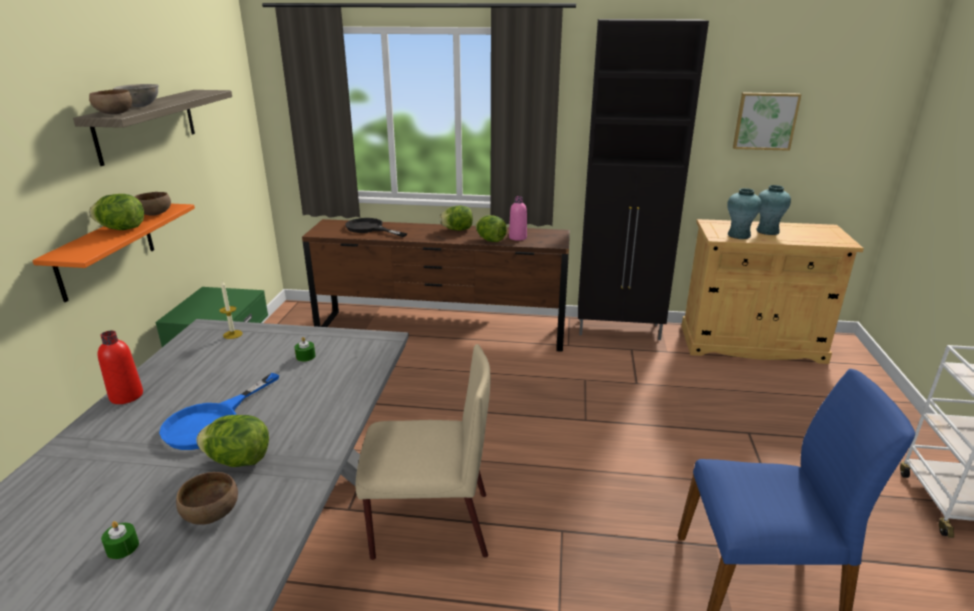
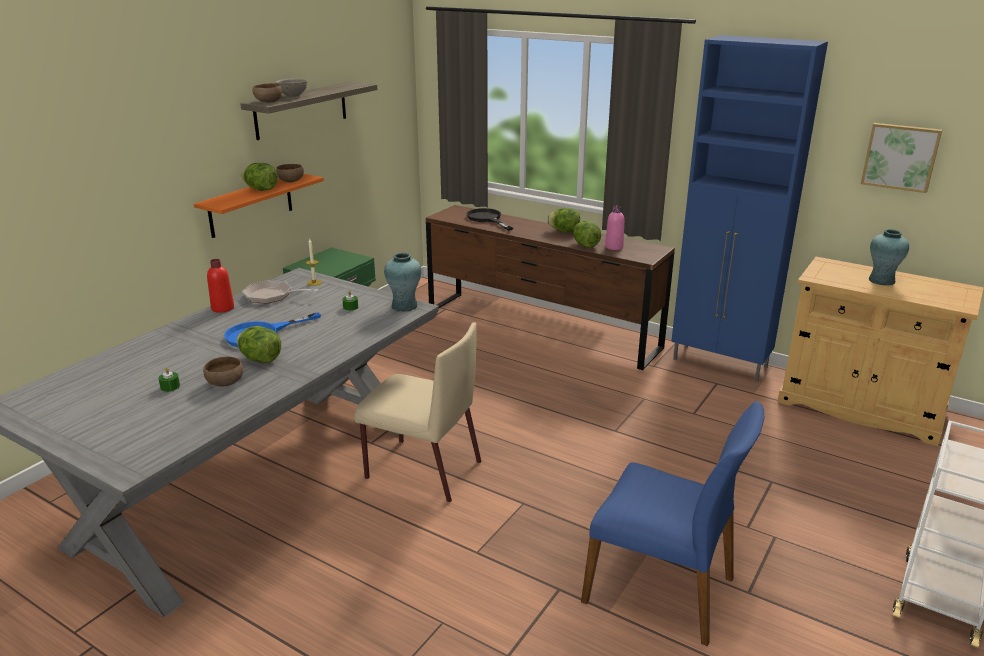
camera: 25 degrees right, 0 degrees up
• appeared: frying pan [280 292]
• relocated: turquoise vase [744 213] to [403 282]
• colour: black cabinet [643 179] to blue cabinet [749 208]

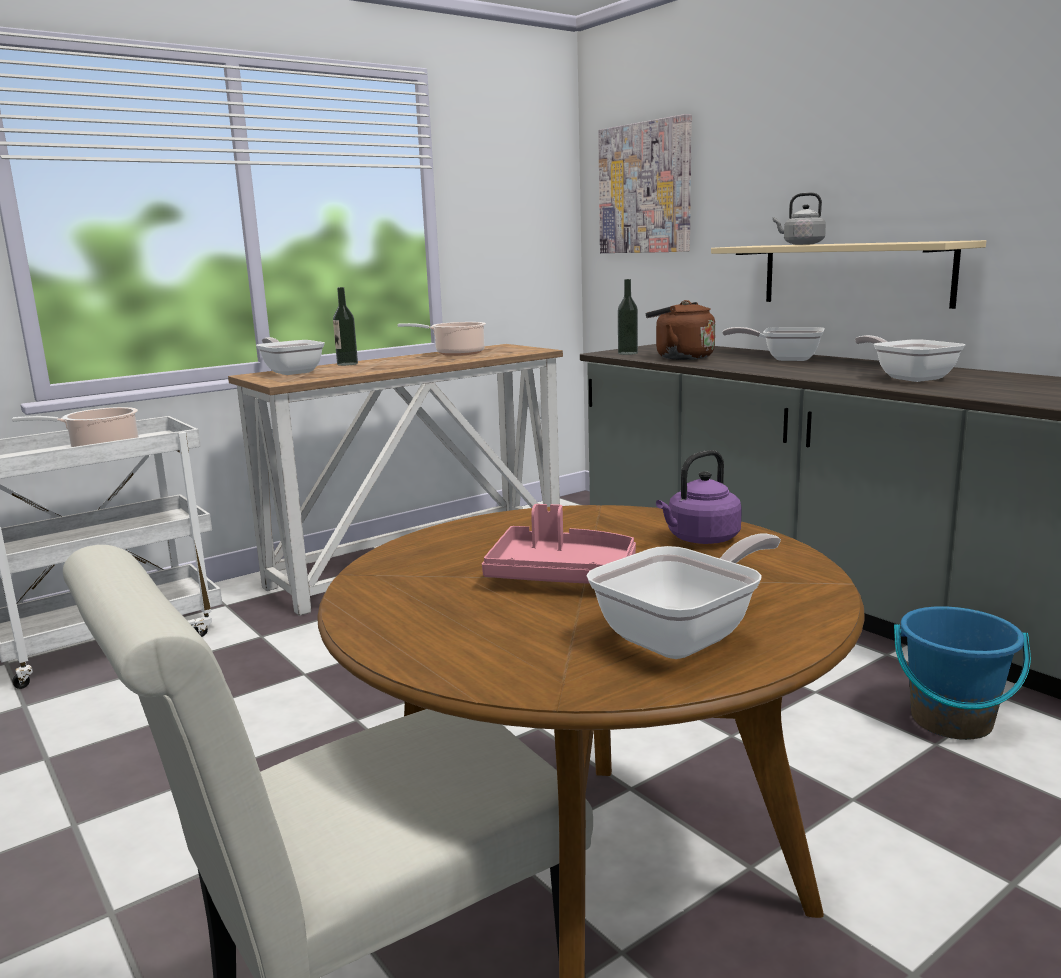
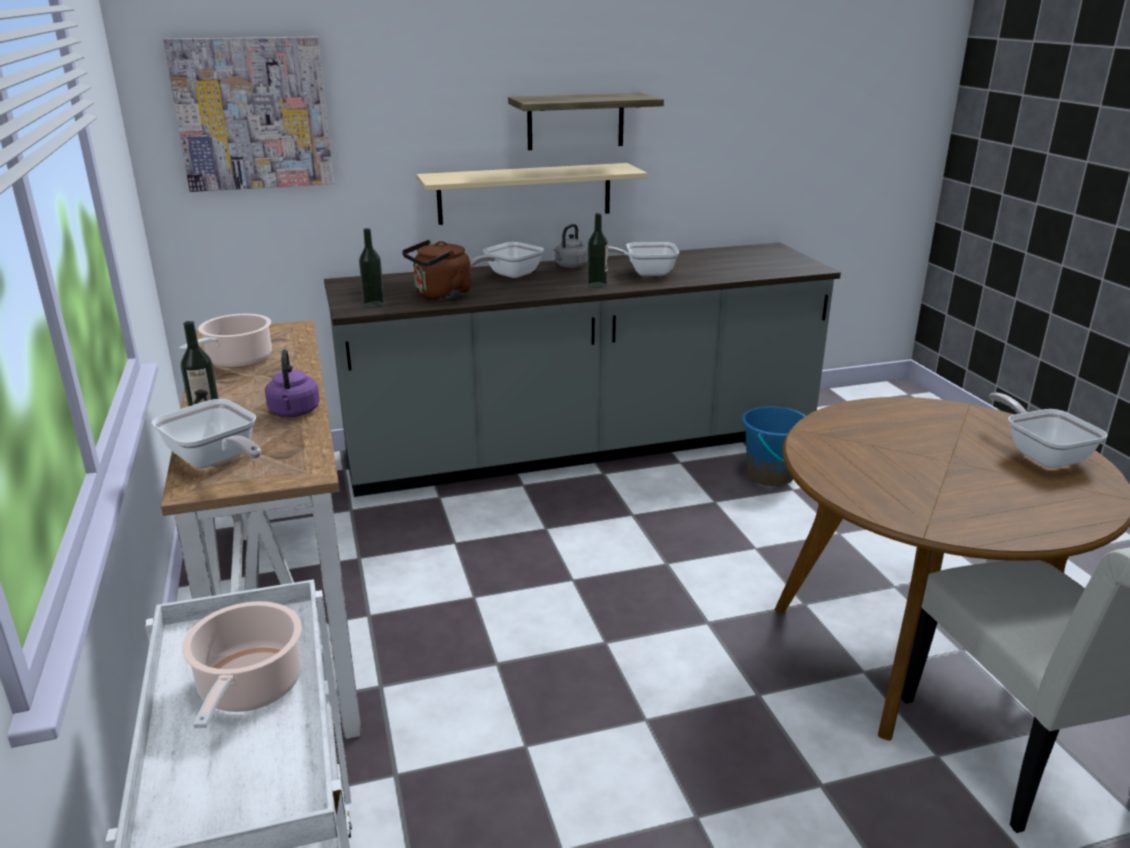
camera: 70 degrees left, 10 degrees up
• spun: frying pan [290 356] = [206 433] 120 degrees counterclockwise
• relocated: purple kettle [699 497] to [292 383]
• appeared: shelf [586 121]
• relocated: grey kettle [799 218] to [570 246]
• appeared: bottle [597 250]
• missing: pink tray [559 544]

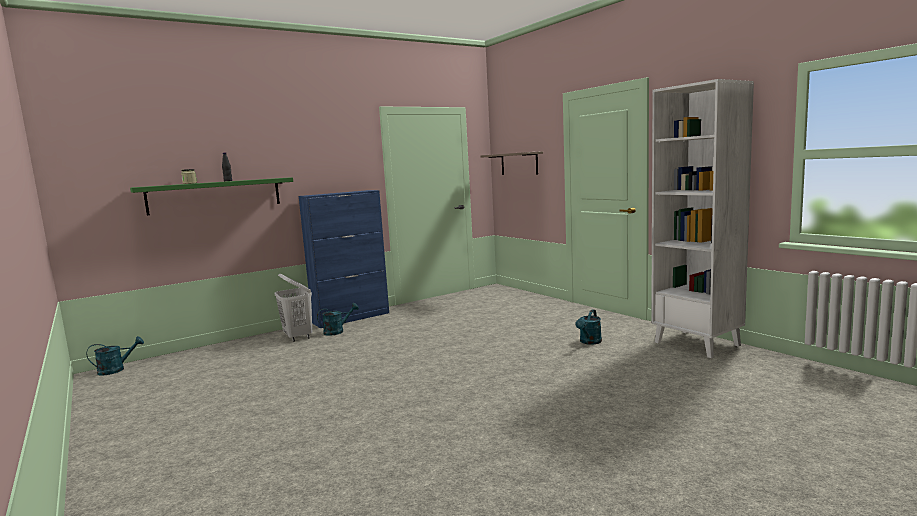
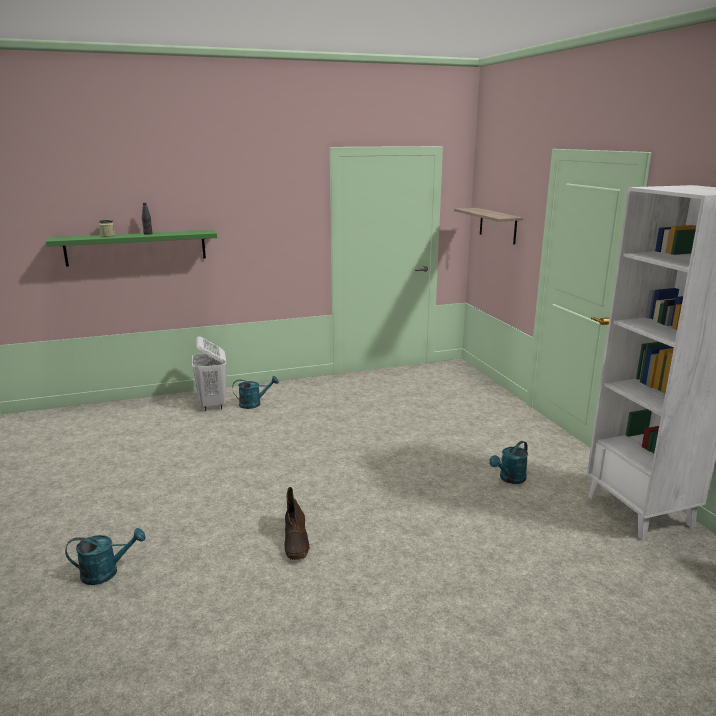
camera: 15 degrees right, 10 degrees up
• relocated: turquoise watering can [115 356] to [105 556]
• appeared: brown boot [297 523]
• missing: blue cabinet [344 259]

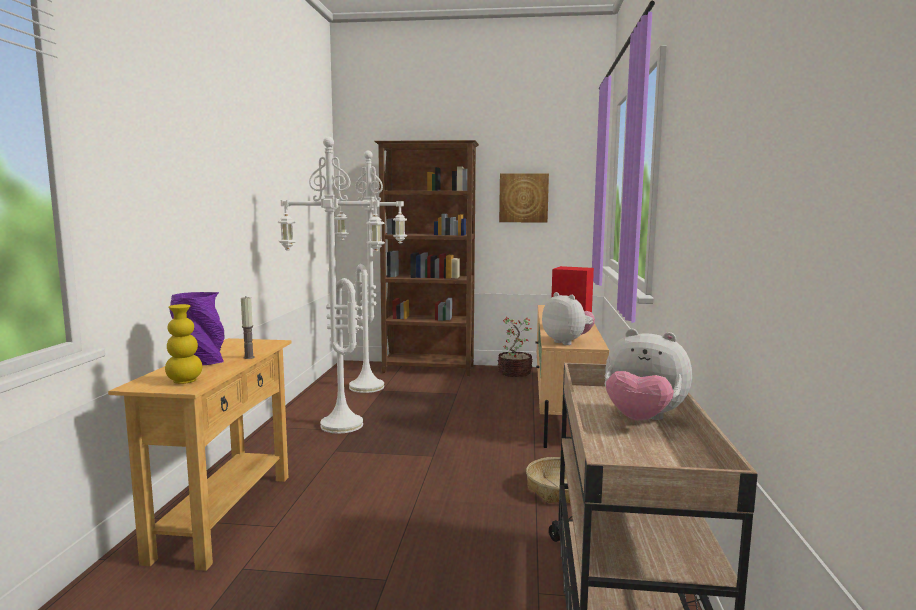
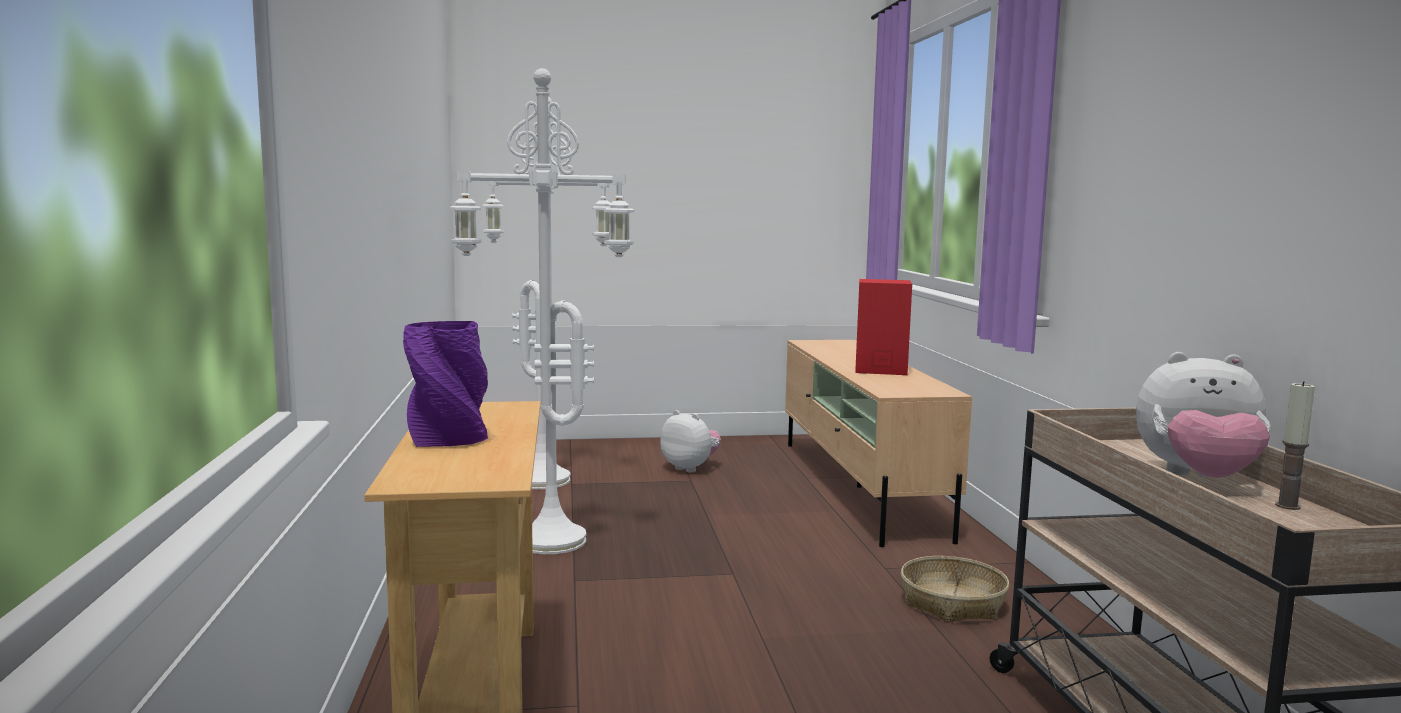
camera: 15 degrees left, 0 degrees up
• relocated: plush toy [568 318] to [690 441]
• relocated: candle [248 328] to [1295 445]
• missing: yellow vase [183 344]
• missing: brown bookcase [426 258]
• missing: potted plant [515 347]
• missing: picture [524 198]

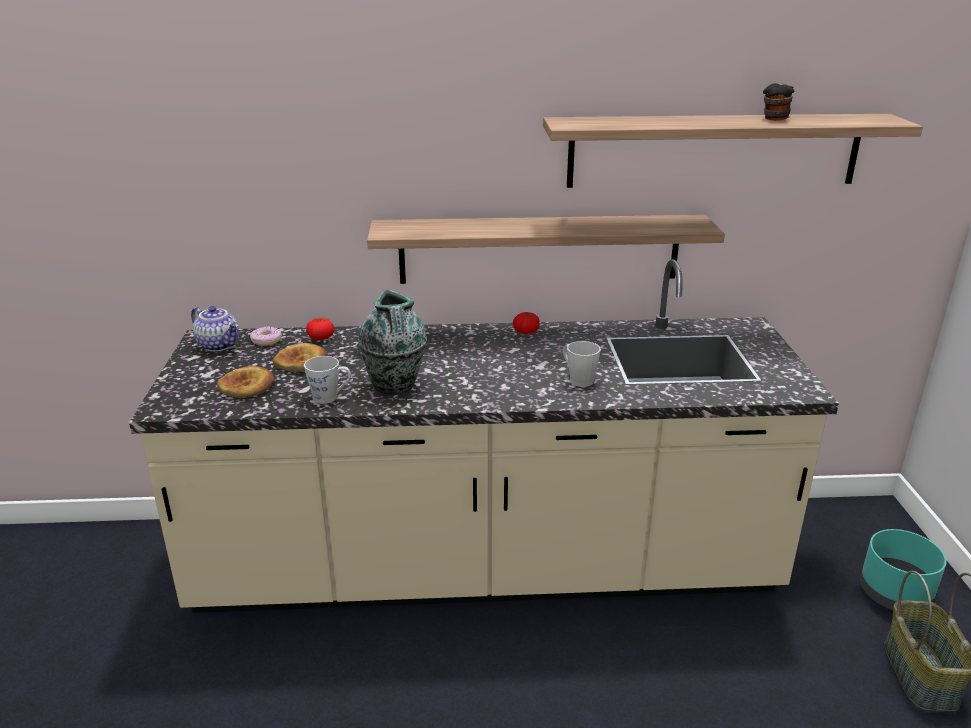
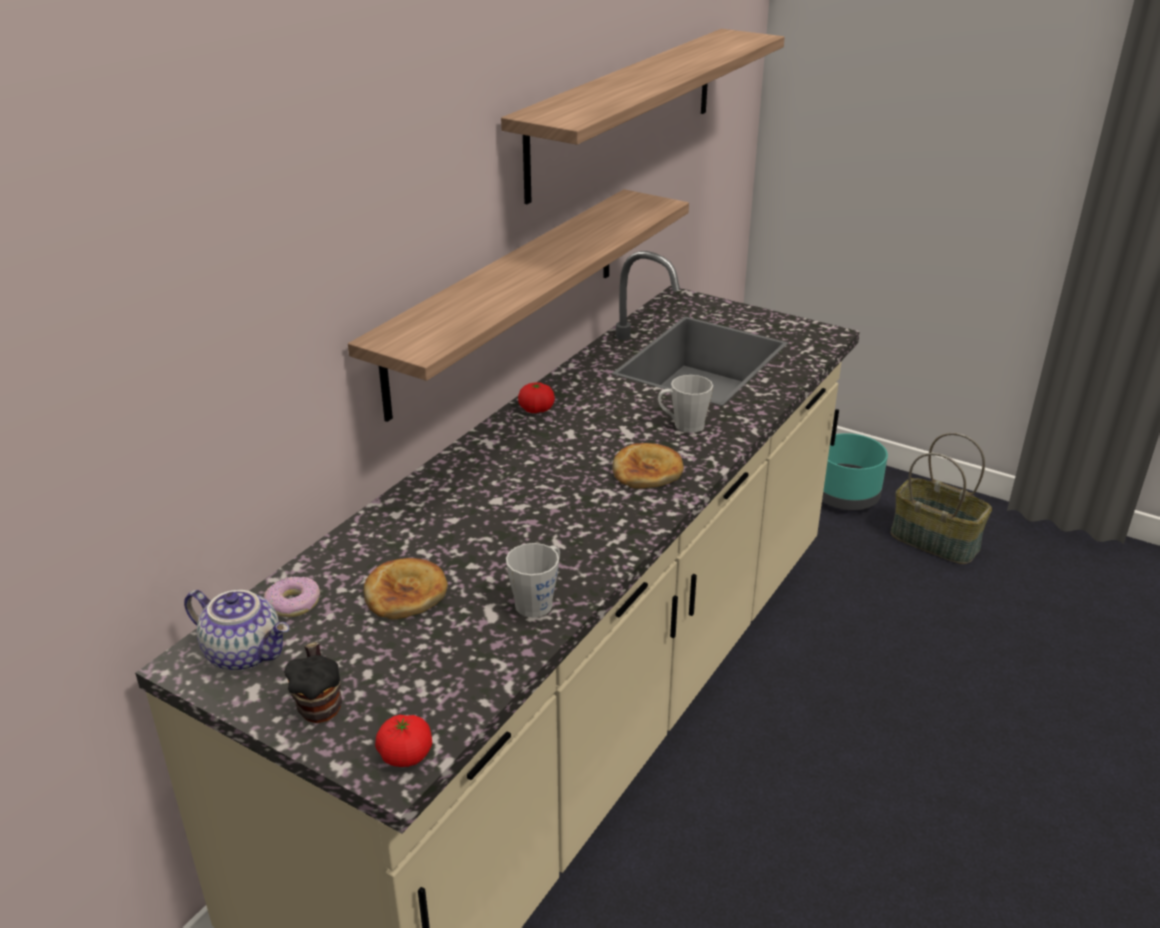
camera: 55 degrees left, 5 degrees up
• spun: teapot [215 329] = [236 630] 45 degrees clockwise
• relocated: mug [779 101] to [313 682]
• relocated: tomato [320 329] to [403 741]
• relocated: bread [245 382] to [648 466]
• missing: vase [392 341]

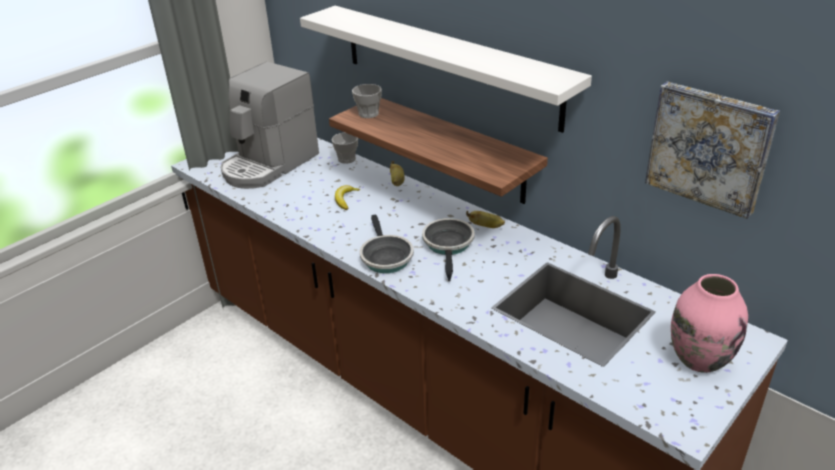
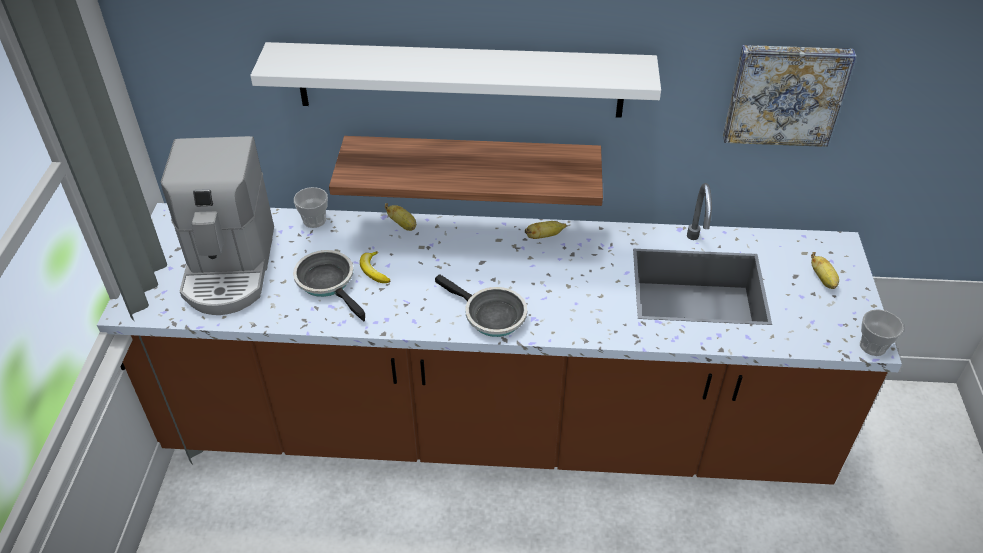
camera: 40 degrees left, 10 degrees up
• relocated: frying pan [448 249] to [329 286]
• exchanged: pink vase [709 323] to banana [825 270]
• relocated: cup [367 101] to [882 332]

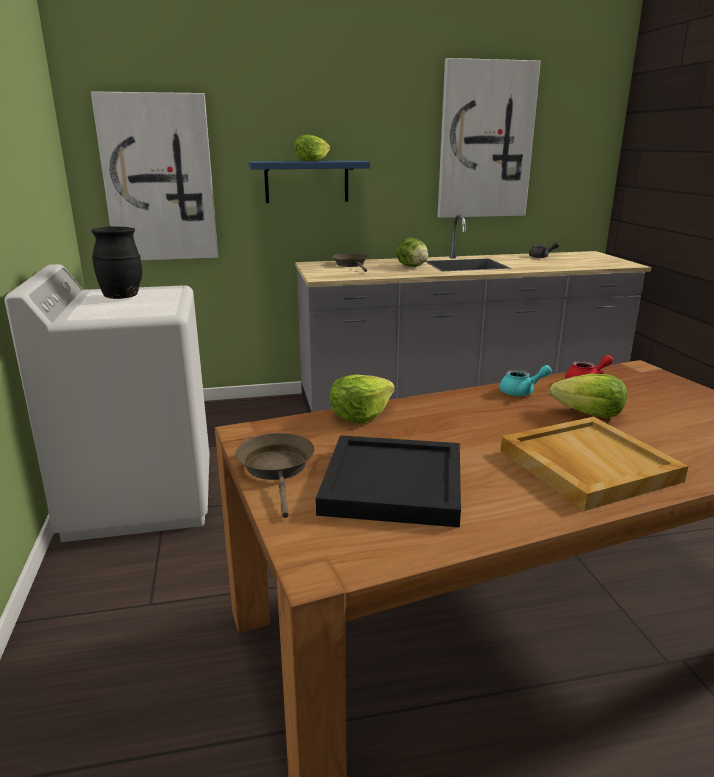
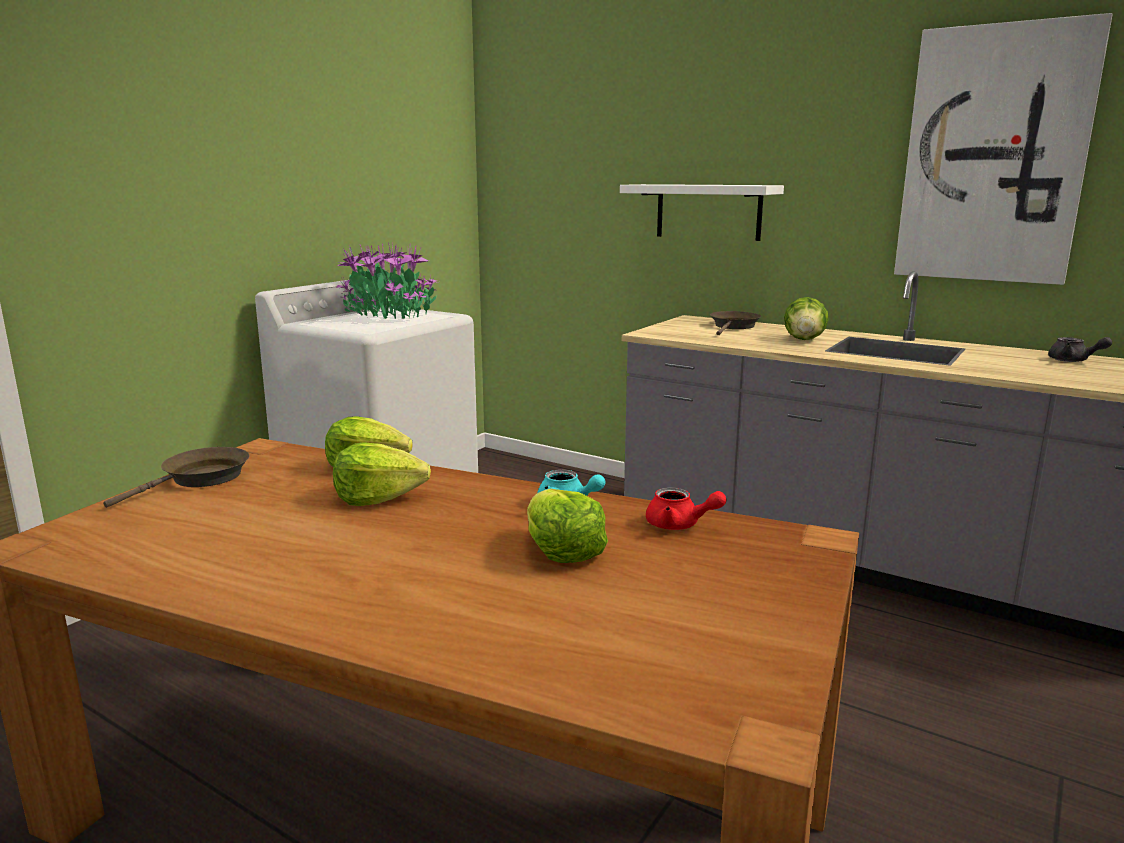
camera: 45 degrees right, 5 degrees down
• relocated: lettuce [312 148] to [382 474]
• exchanged: black vase [116 262] to potted plant [386 281]
• colour: blue shelf [309 182] to white shelf [702 212]
• missing: picture [154 175]
• missing: black tray [388 481]
• missing: beige tray [594 464]

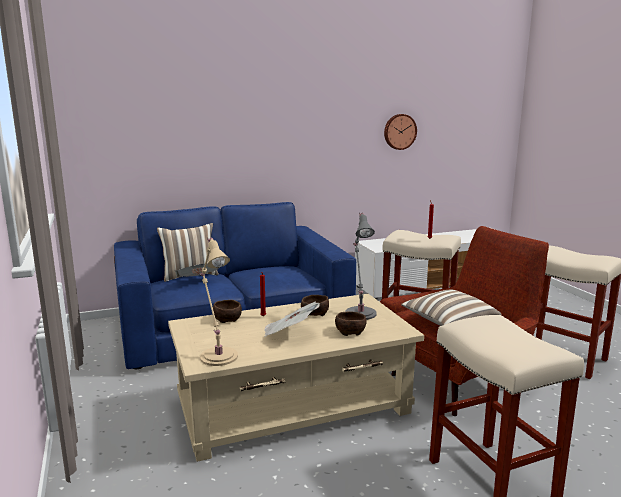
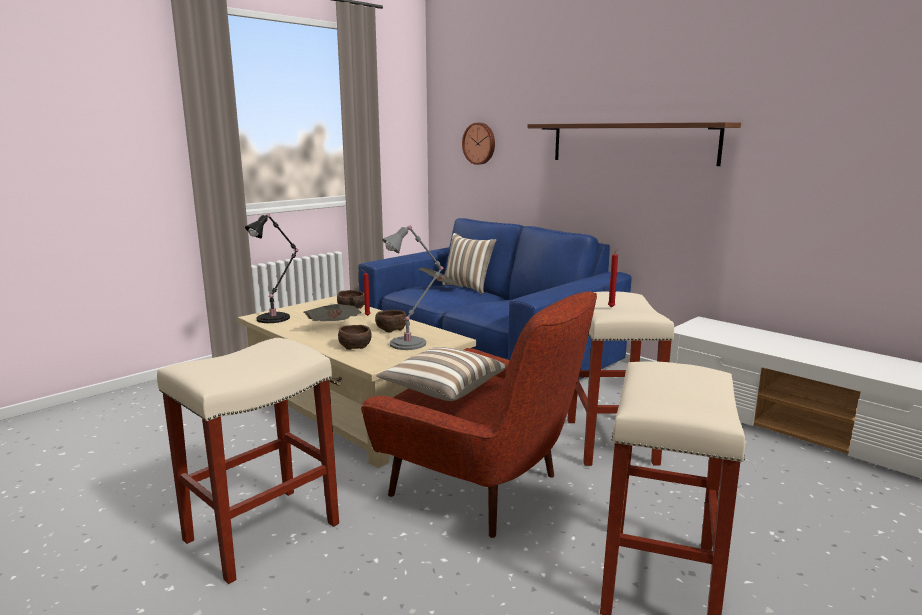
camera: 65 degrees right, 0 degrees up
• colour: beige table lamp [219 302] to black table lamp [271 268]
• relocated: wall clock [400 132] to [478 144]
• appeared: shelf [634 144]

